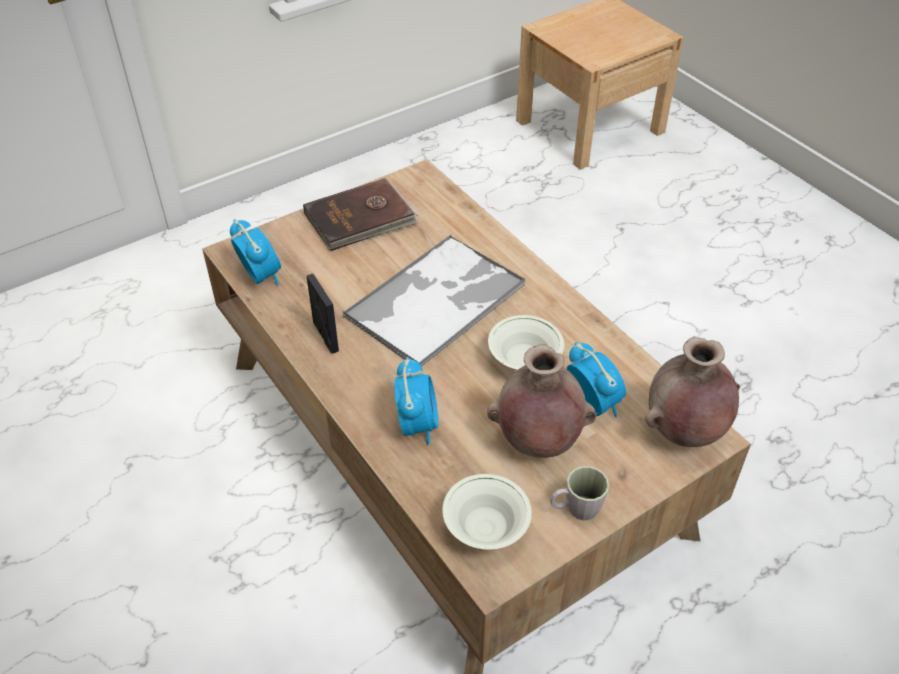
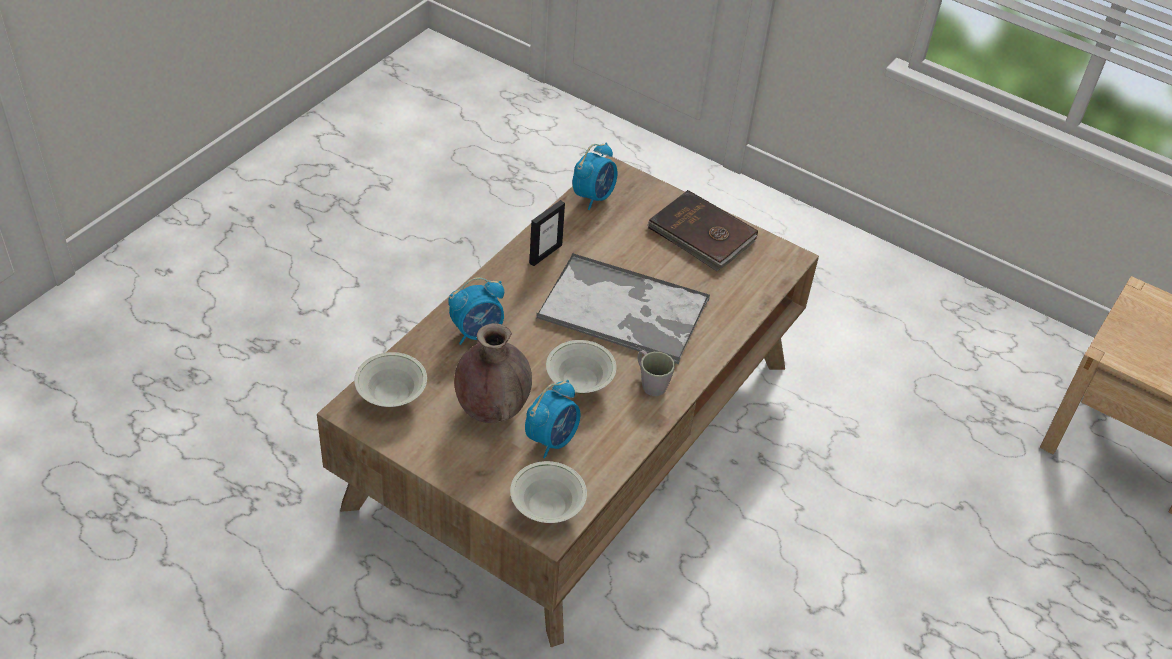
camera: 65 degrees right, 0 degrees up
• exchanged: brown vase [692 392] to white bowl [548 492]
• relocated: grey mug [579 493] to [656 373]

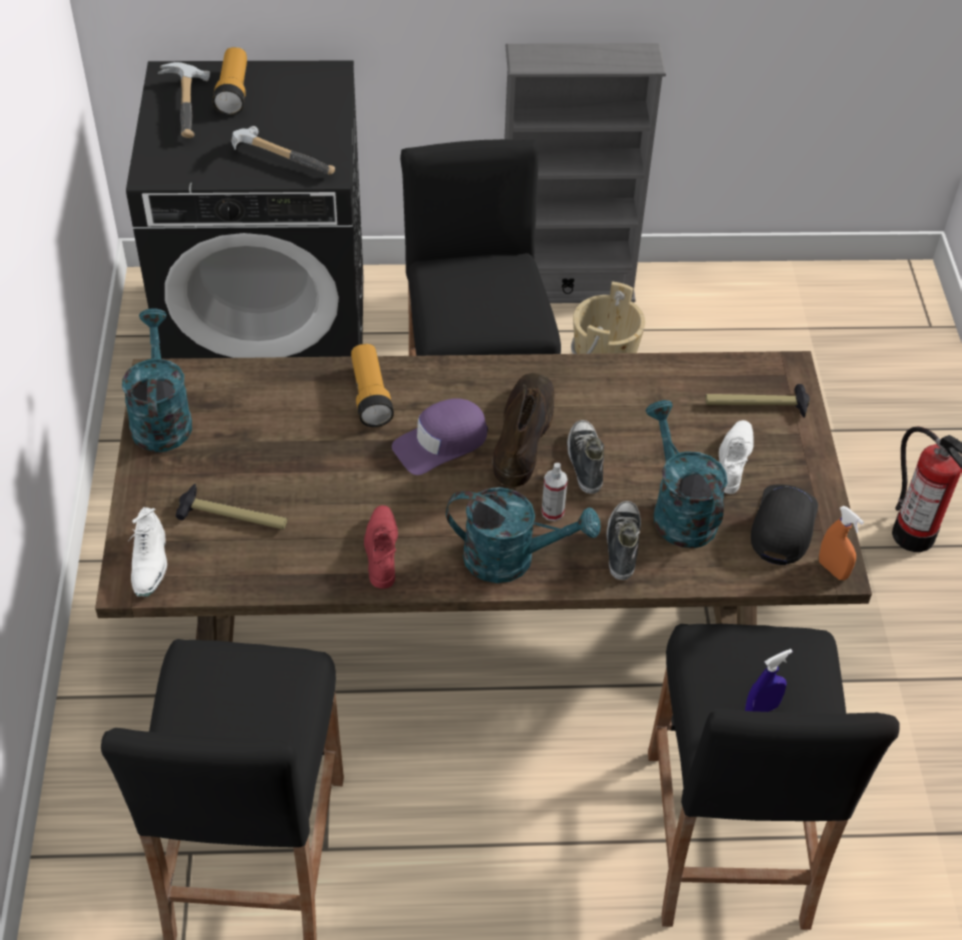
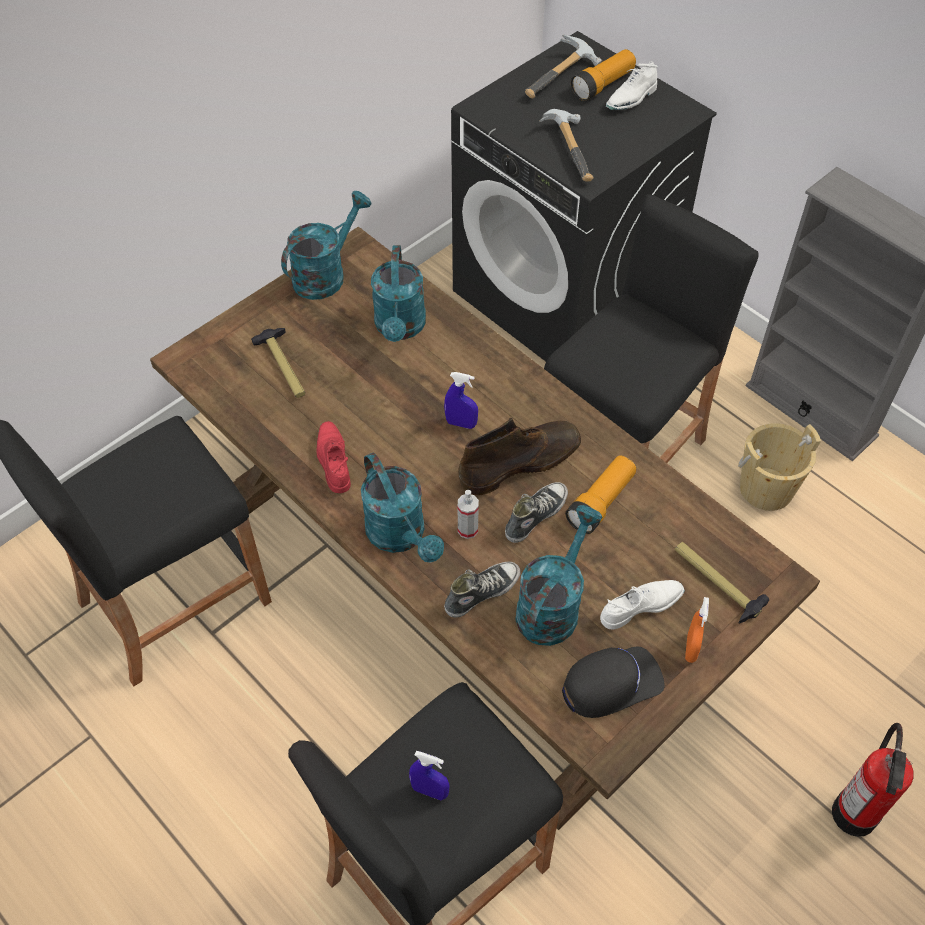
camera: 50 degrees right, 5 degrees up
• spun: red shoe [381 547] = [333 457] 60 degrees counterclockwise
• appeared: turquoise watering can [398 293]
• exchanged: purple cap [440 436] to blue spray bottle [461 400]
• relocated: flashlight [372 385] to [600 494]
• relocated: white shoe [148 552] to [632 85]
• relocated: orange spray bottle [841 543] to [697 630]

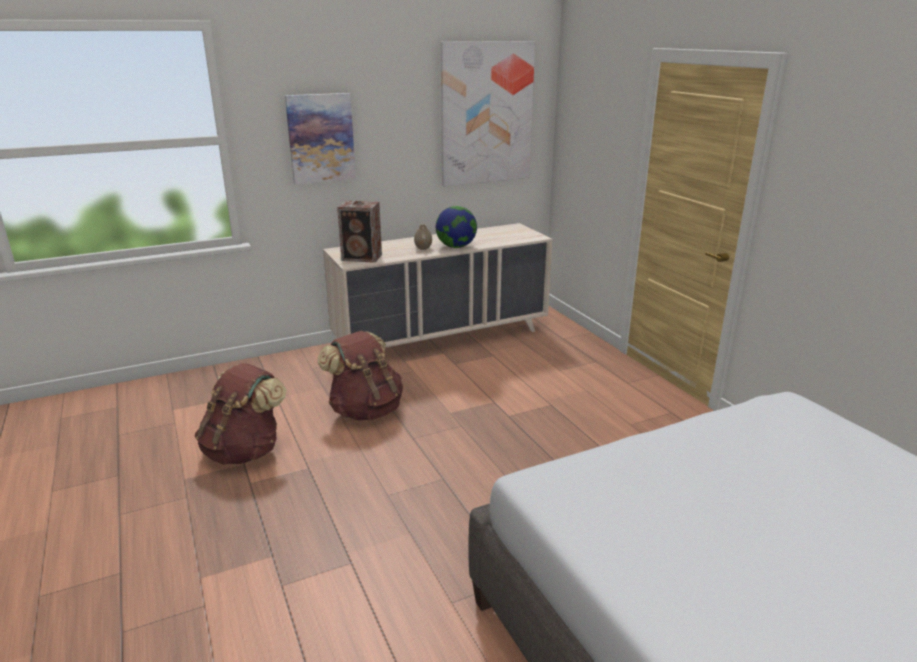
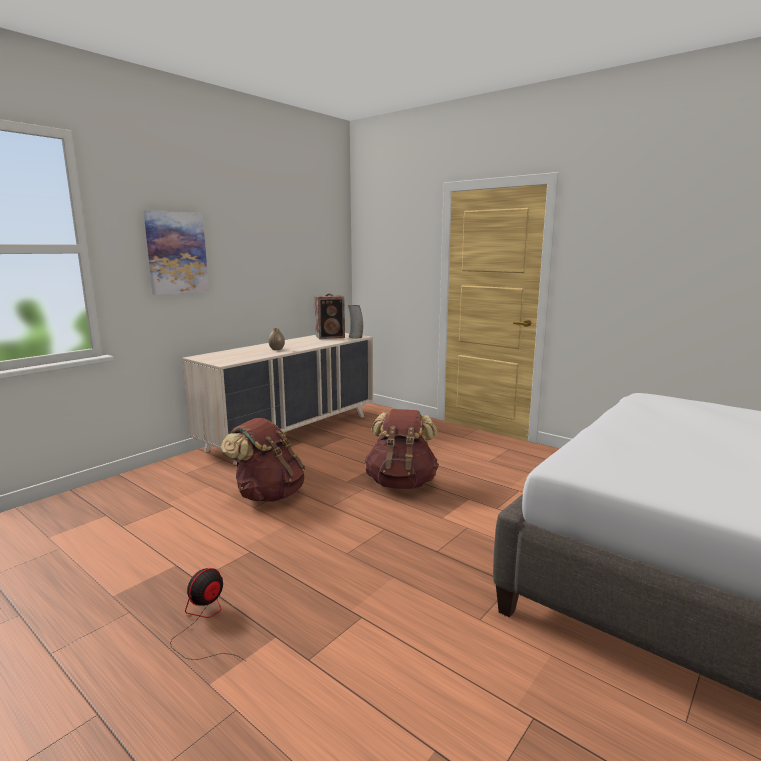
camera: 25 degrees left, 10 degrees down
• appeared: fan [207 614]
• relocated: speaker [359 232] to [330 316]
• appeared: vase [355 322]
• relocated: brown backpack [240 414] to [401 449]
• missing: globe [456 227]
• missing: picture [488 114]

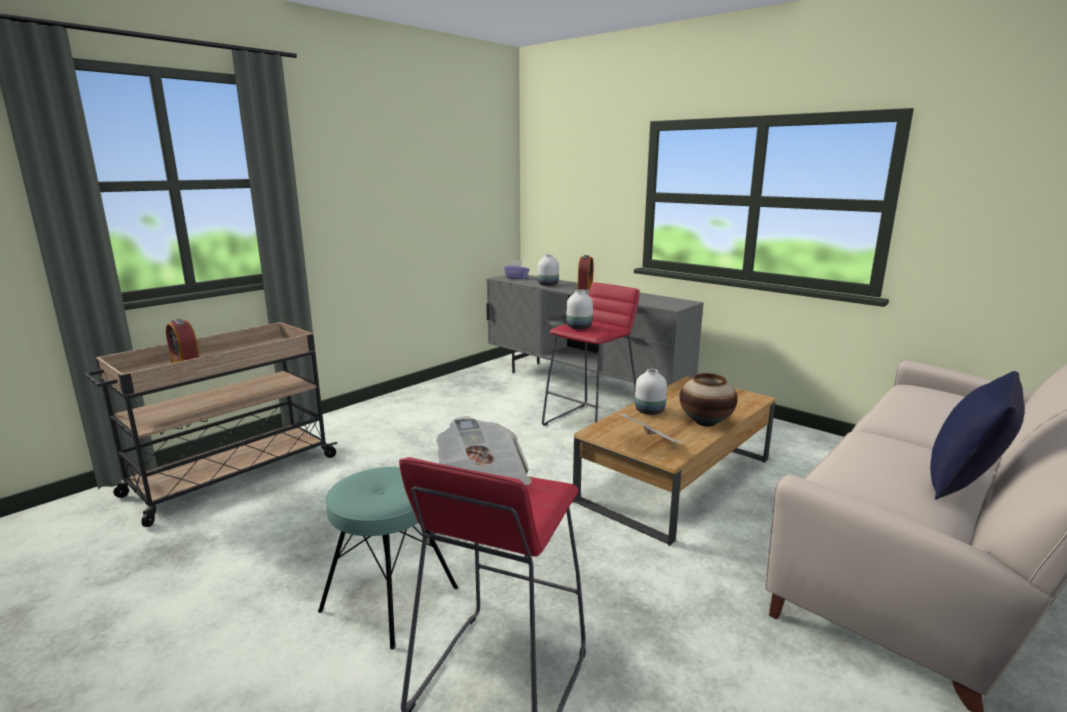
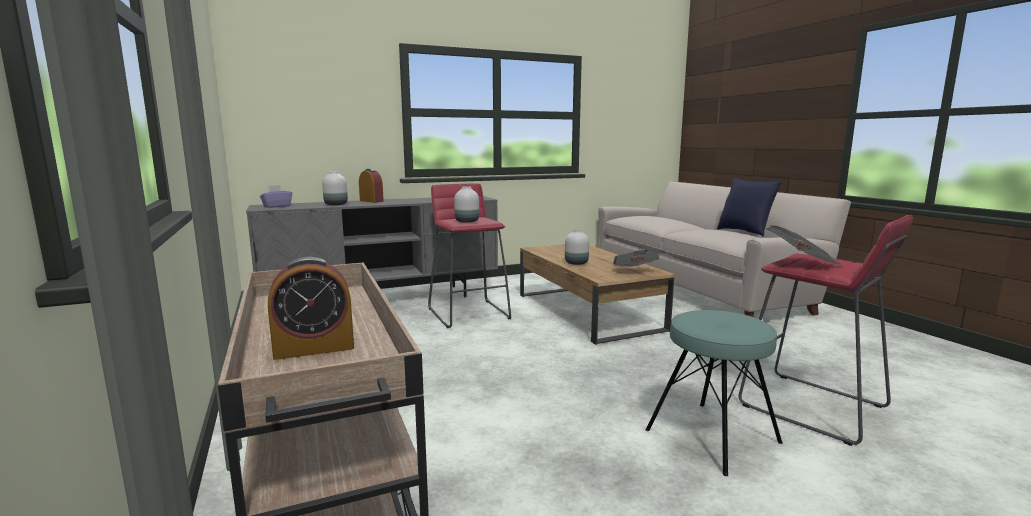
camera: 65 degrees left, 5 degrees down
• missing: vase [709 400]

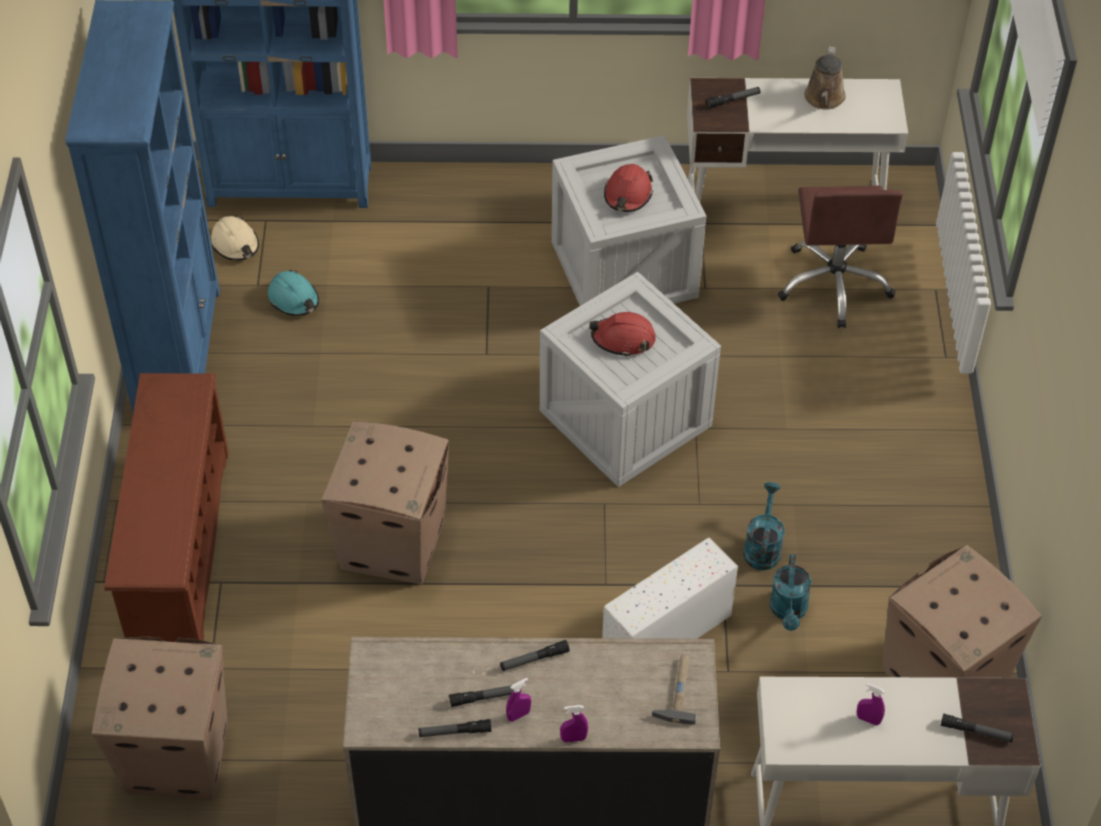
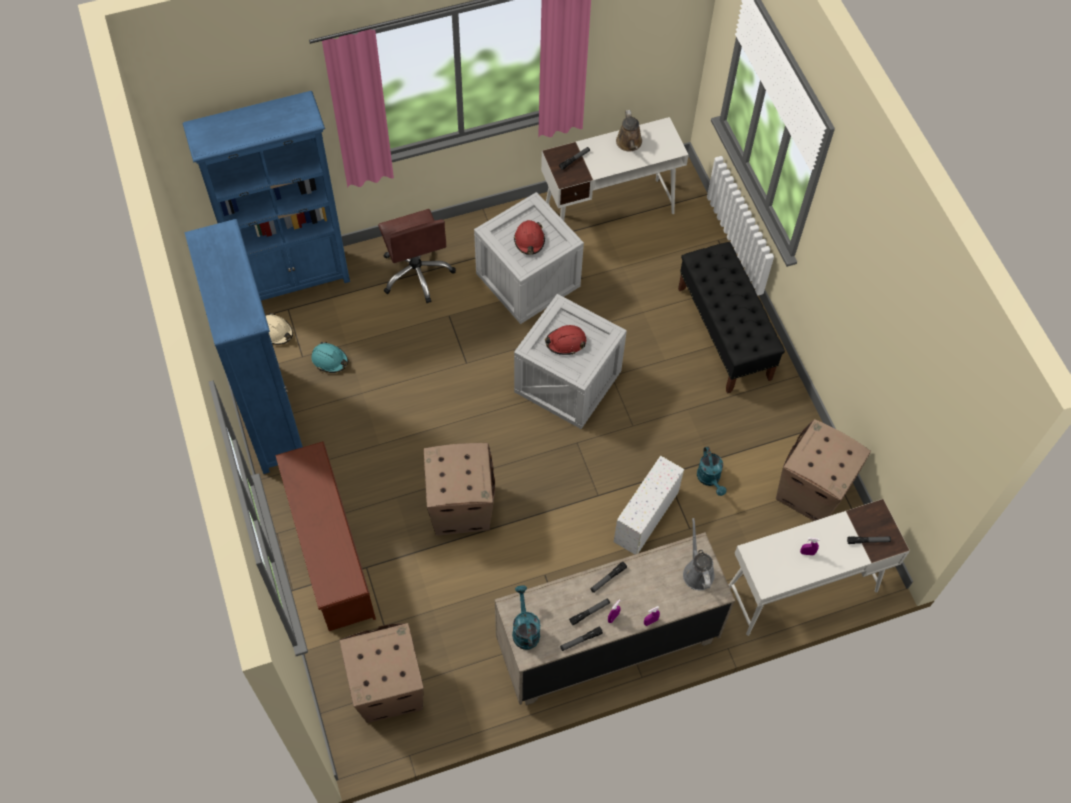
camera: 20 degrees left, 10 degrees up
• relocated: brown office chair [840 257] to [417 256]
• relocated: turquoise watering can [764 526] to [526 617]
• appeared: black bench [731 318]
• exchanged: hammer [674 690] to grey watering can [699 554]

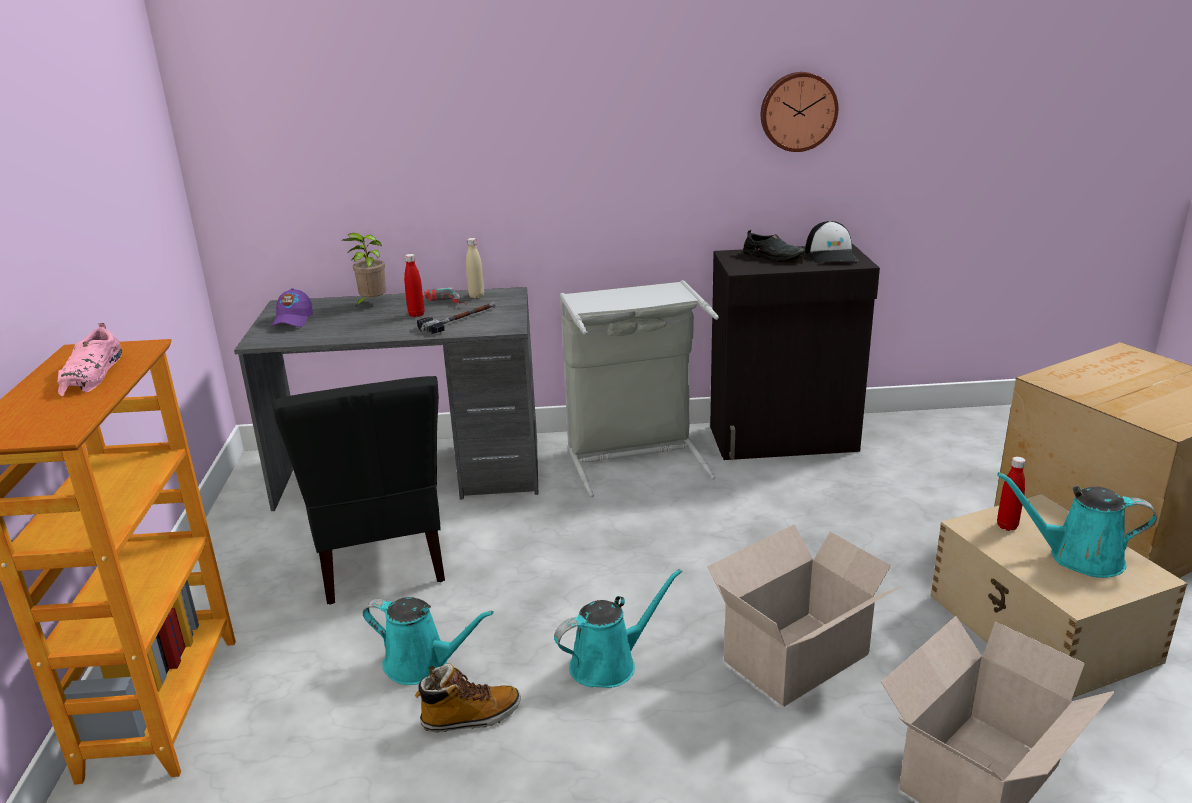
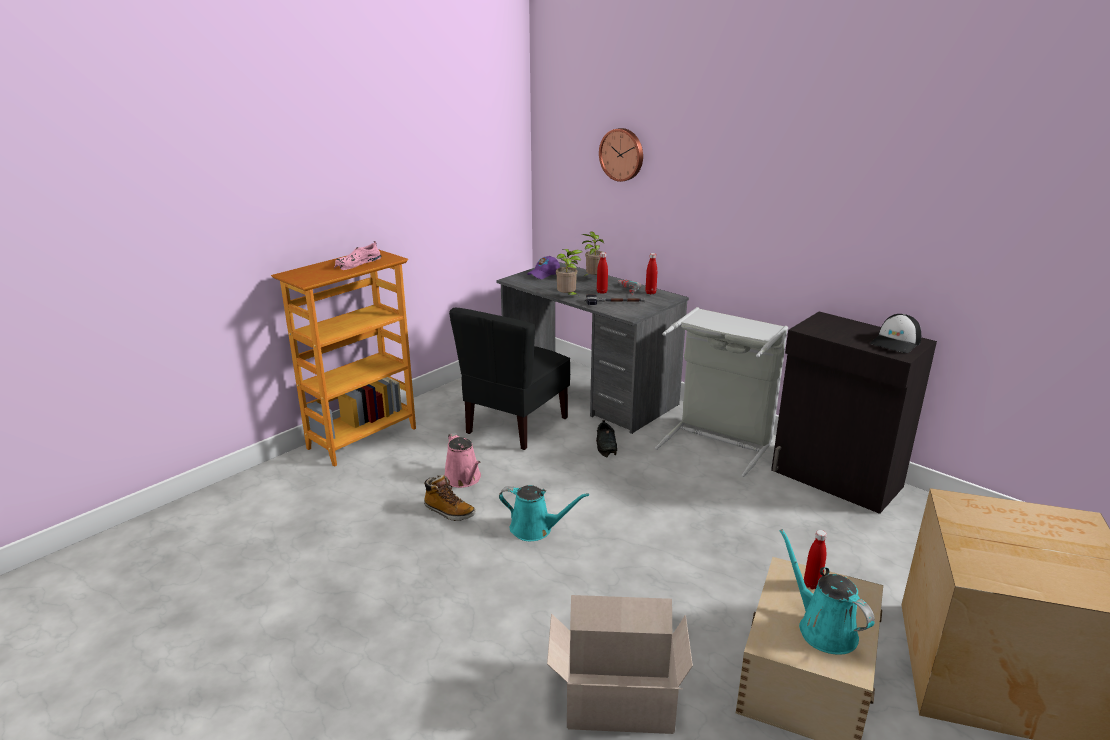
camera: 45 degrees right, 0 degrees up
• colour: turquoise watering can [428 641] to pink watering can [462 460]
• appeared: potted plant [569 272]
• relocated: black shoe [774 247] to [606 438]
• relocated: wall clock [799 112] to [621 155]
• colour: beige bottle [475 268] to red bottle [651 274]
• missing: cardboard box [804 615]

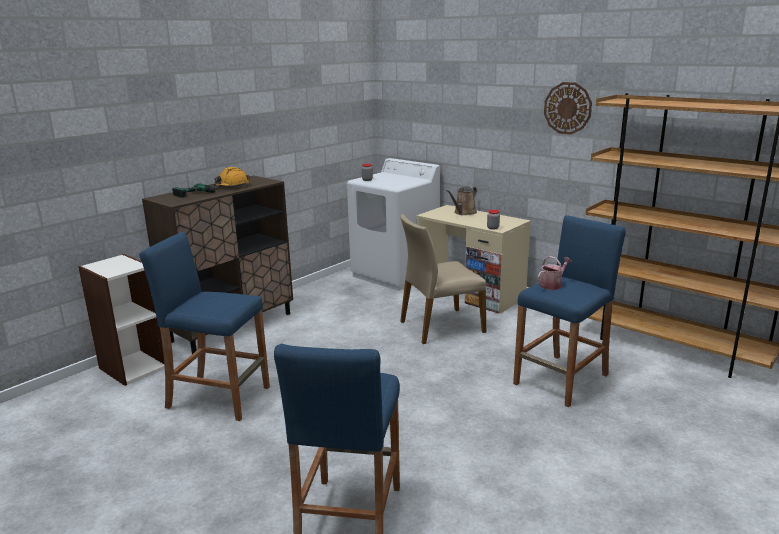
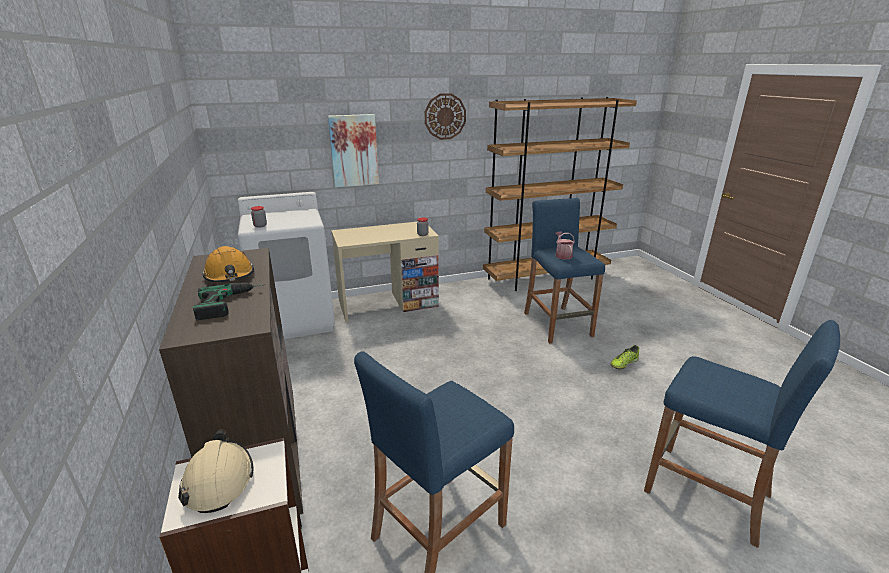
camera: 60 degrees left, 5 degrees up
• appeared: beige hard hat [215 471]
• appeared: picture [353 150]
• appeared: shoe [625 357]
• missing: beige chair [443 279]
• missing: brown watering can [461 201]

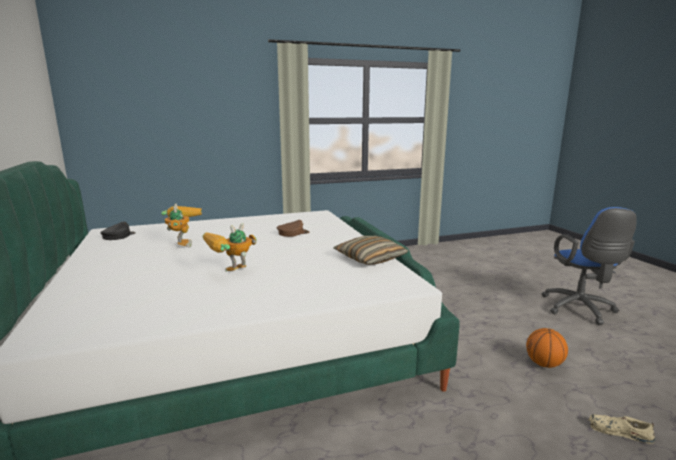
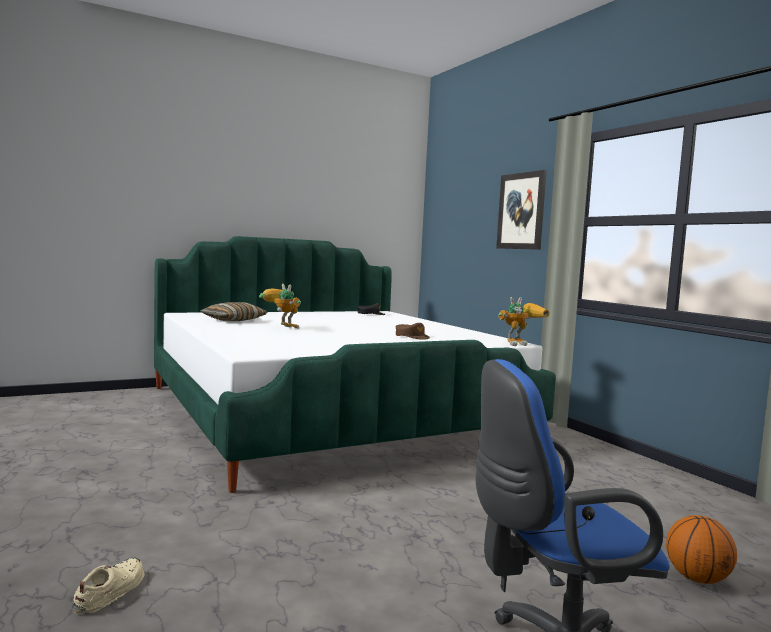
camera: 80 degrees right, 10 degrees down
• relocated: pillow [371 250] to [234 311]
• appeared: picture [521 210]
• relocated: toy robot [181 226] to [524 321]
• relocated: basketball [547 348] to [701 549]

